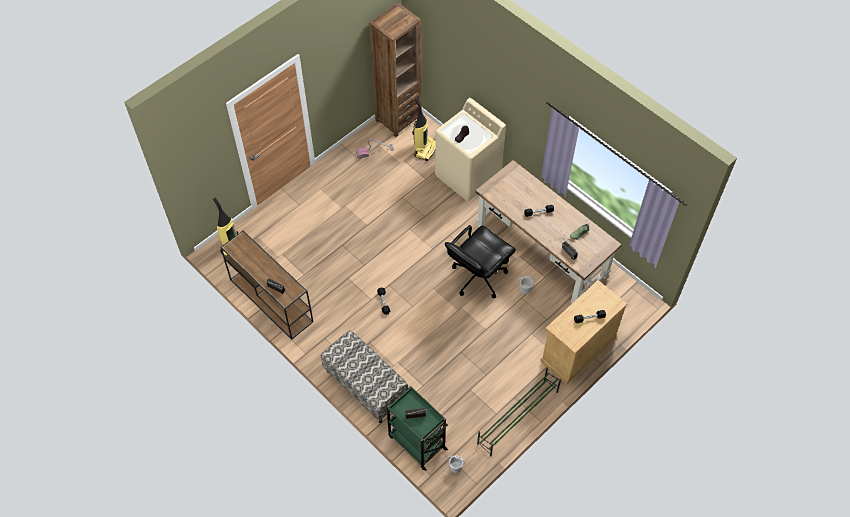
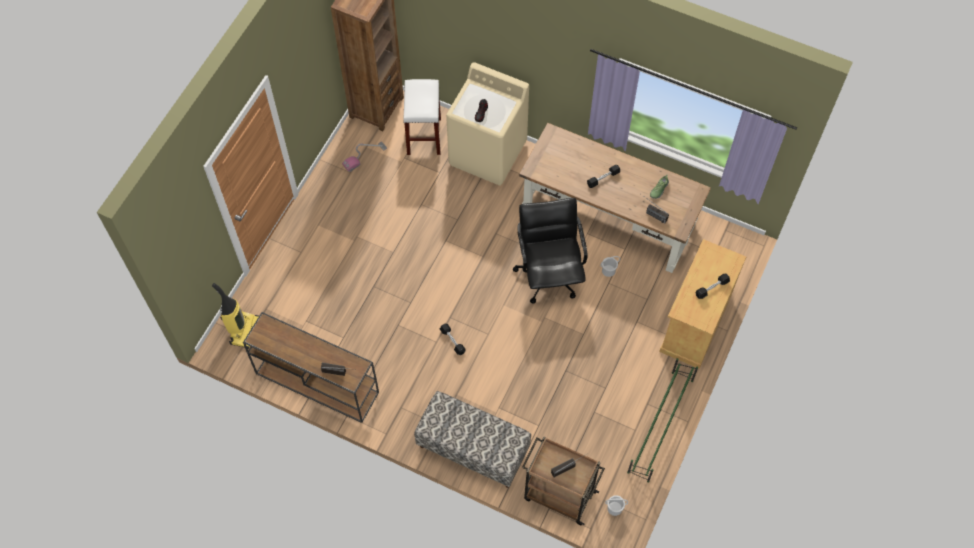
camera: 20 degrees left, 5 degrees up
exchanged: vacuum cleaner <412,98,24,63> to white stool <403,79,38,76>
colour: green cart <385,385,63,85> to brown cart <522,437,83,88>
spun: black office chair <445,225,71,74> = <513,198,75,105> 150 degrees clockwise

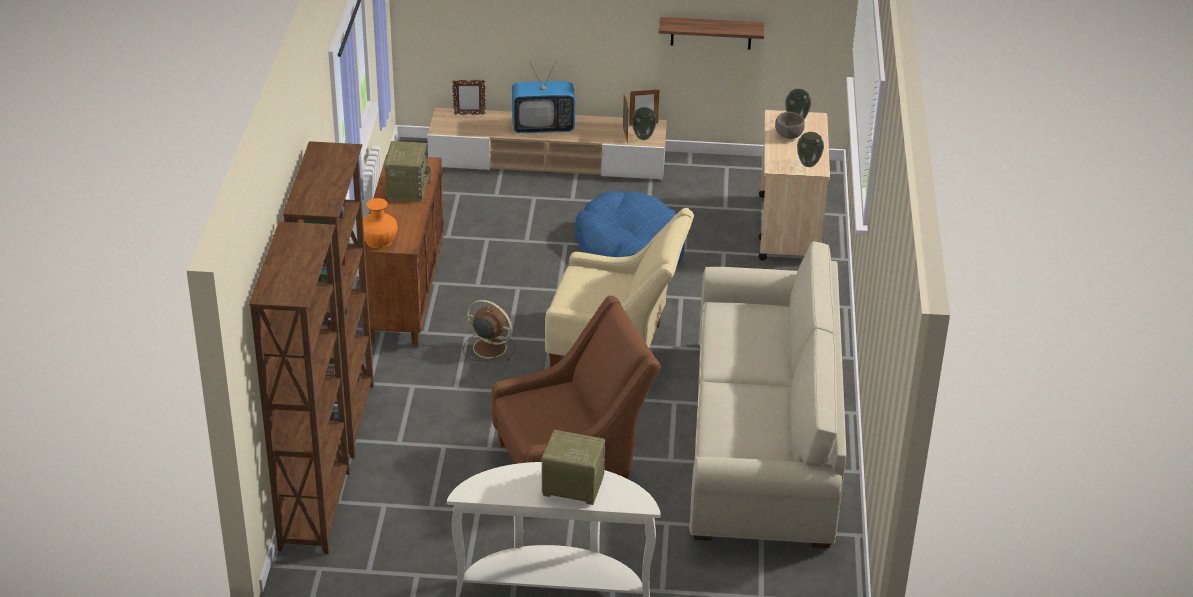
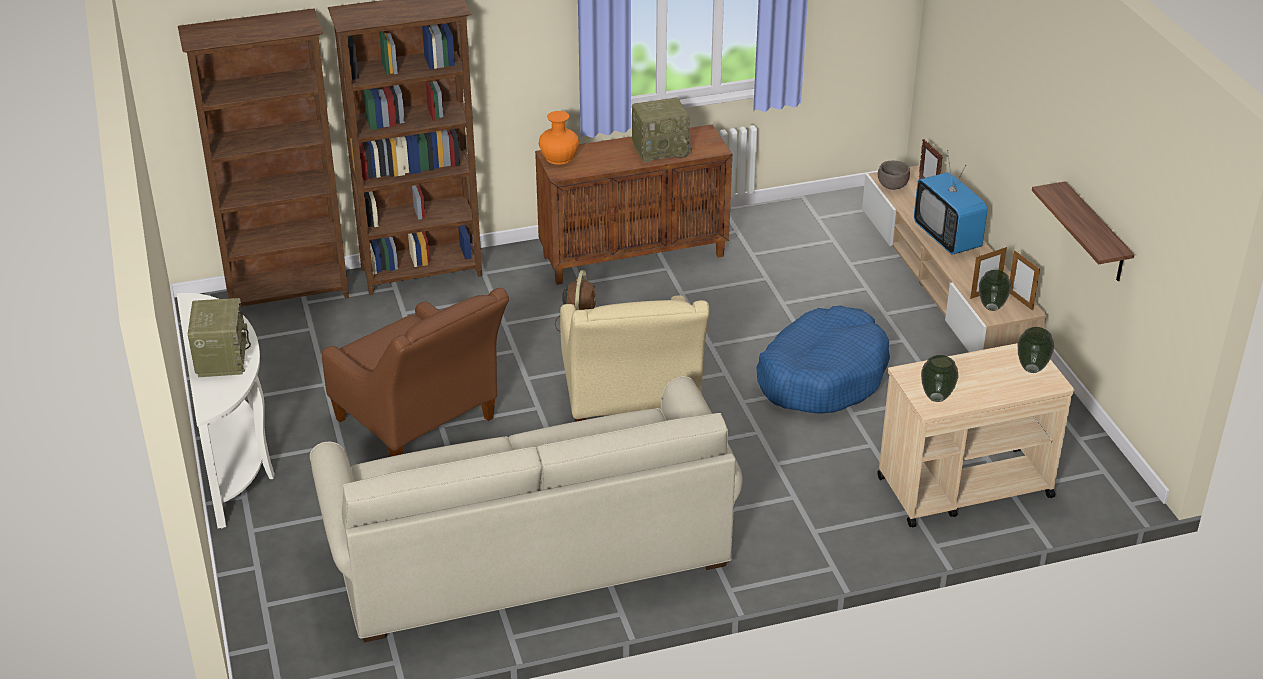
camera: 70 degrees right, 0 degrees up
relocated: brown bowl <775,112,30,27> to <878,161,32,29>

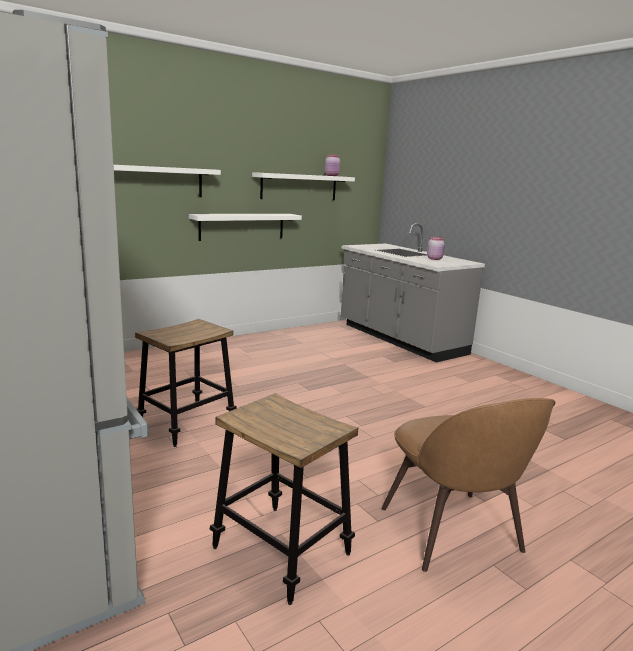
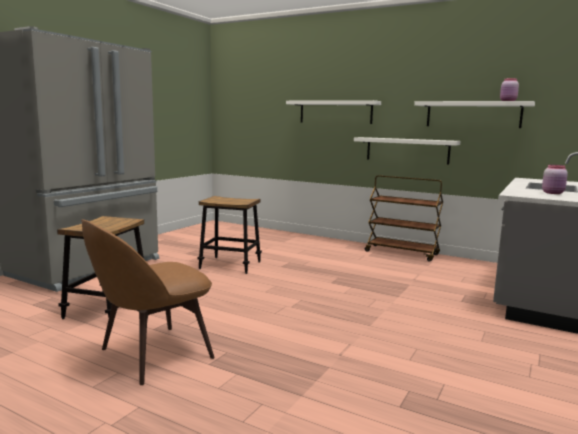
camera: 65 degrees right, 5 degrees down
appeared: brown cart <365,175,78,87>

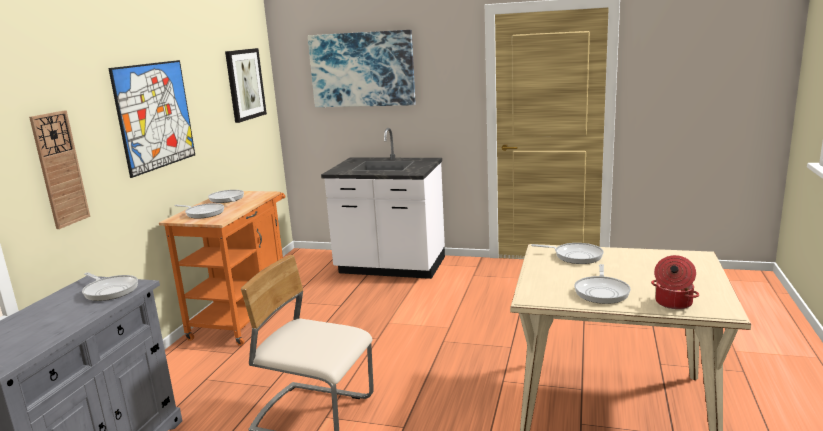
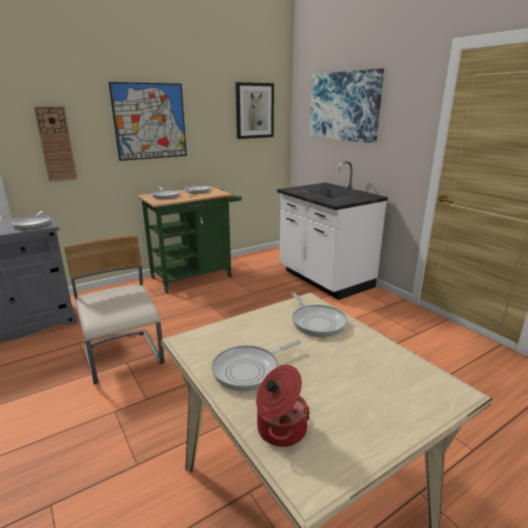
camera: 40 degrees right, 5 degrees up
colour: orange cart <159,191,126,155> to green cart <137,186,105,107>

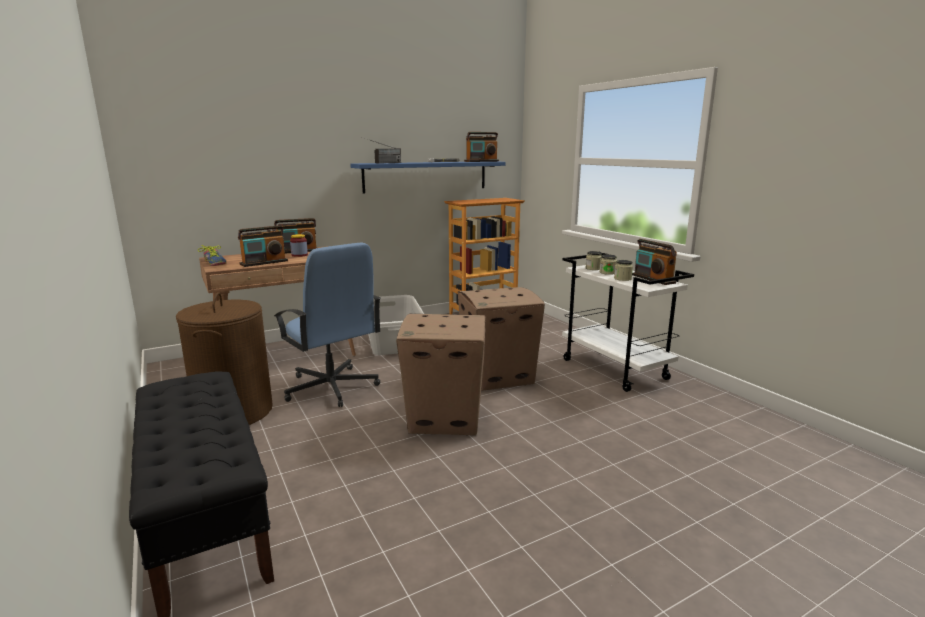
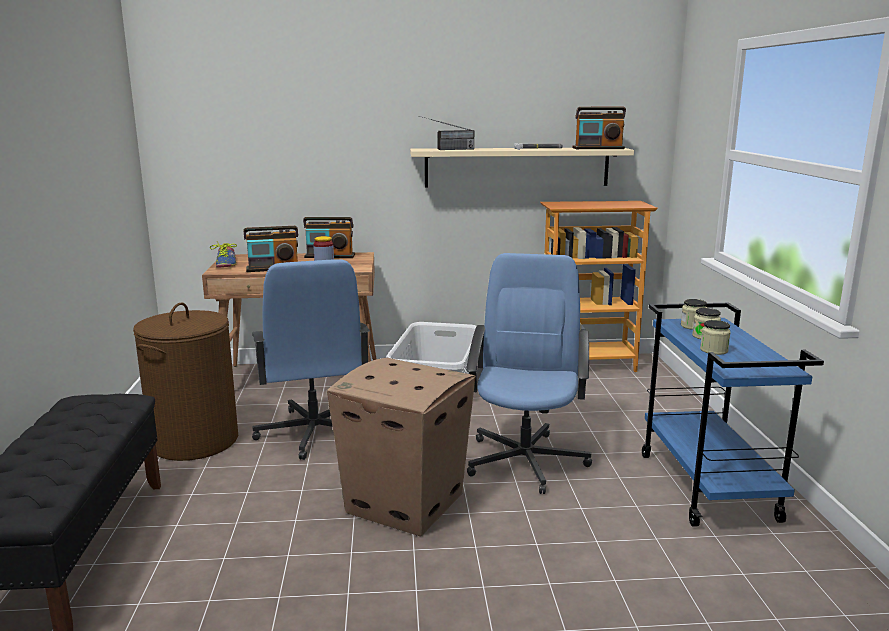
camera: 25 degrees right, 0 degrees up
missing: radio <632,239,45,46>
exchanged: cardboard box <458,287,87,104> to blue office chair <466,253,126,241>
colour: blue shelf <350,162,156,31> to beige shelf <410,148,224,39>; white cart <562,253,132,139> to blue cart <642,303,182,224>

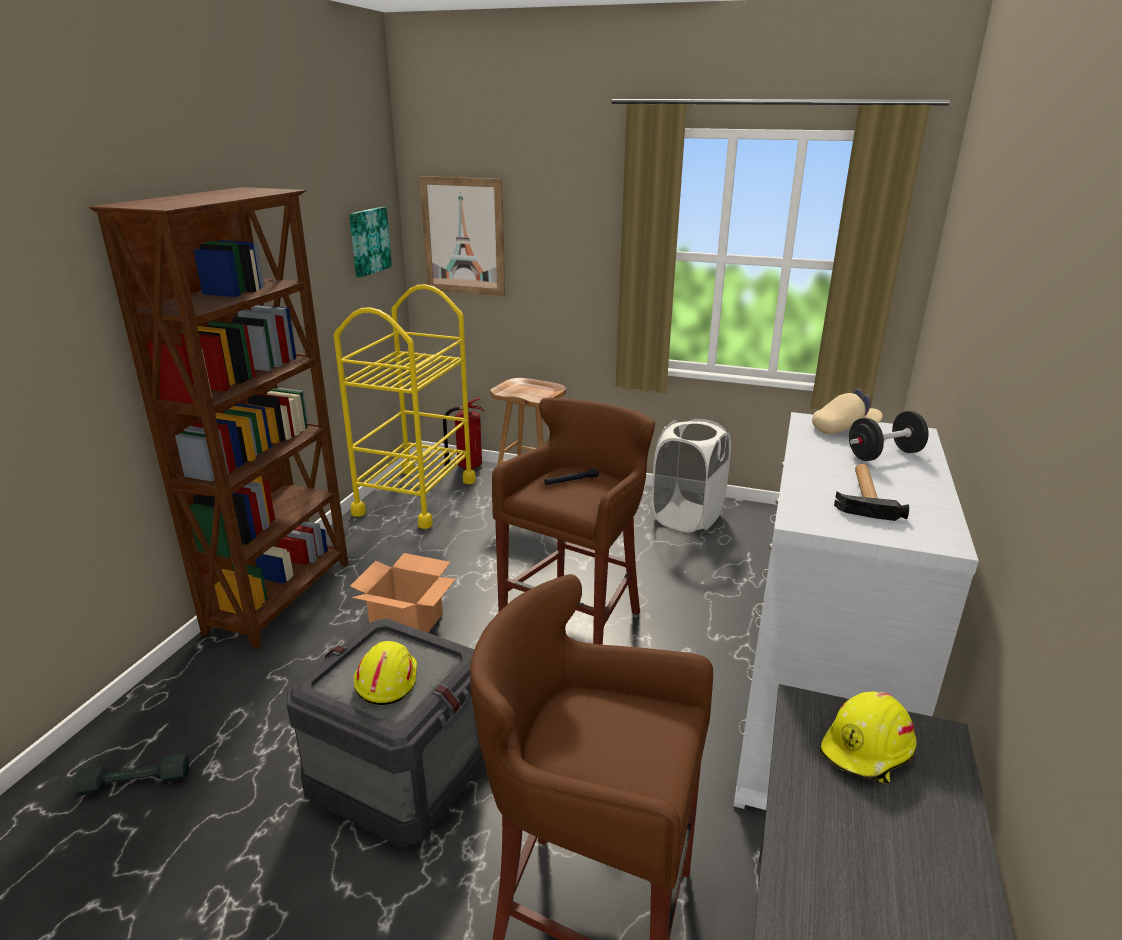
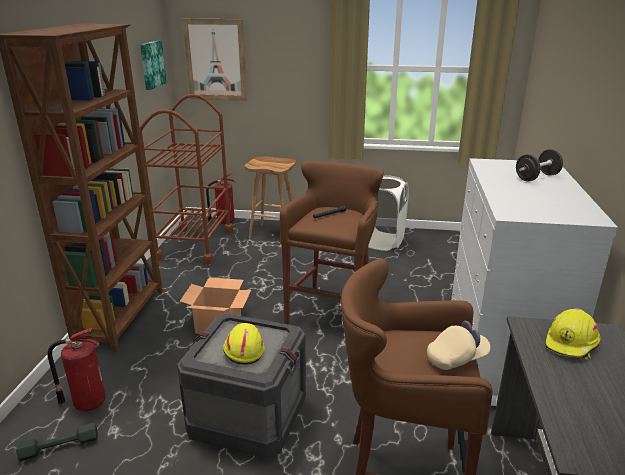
camera: 10 degrees left, 0 degrees up
missing: hammer <834,464,75,57>
appeared: fire extinguisher <47,328,59,83>
relocated: beige cap <812,389,71,45> to <427,321,63,49>
colour: yellow cart <334,284,142,245> to brown cart <140,94,94,170>

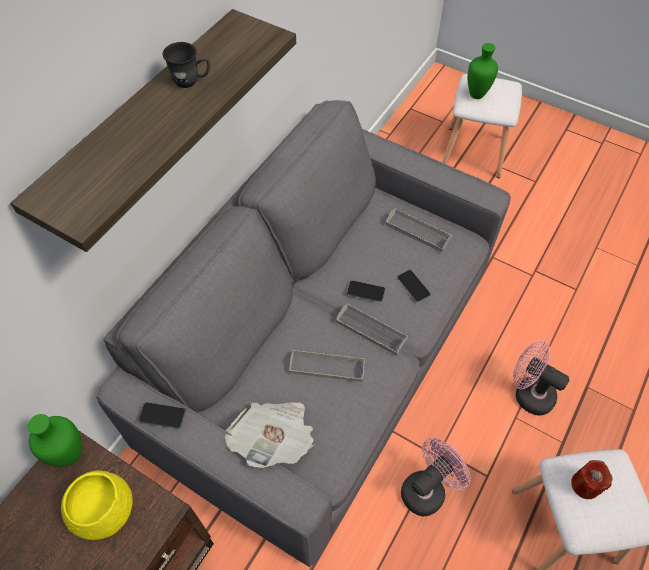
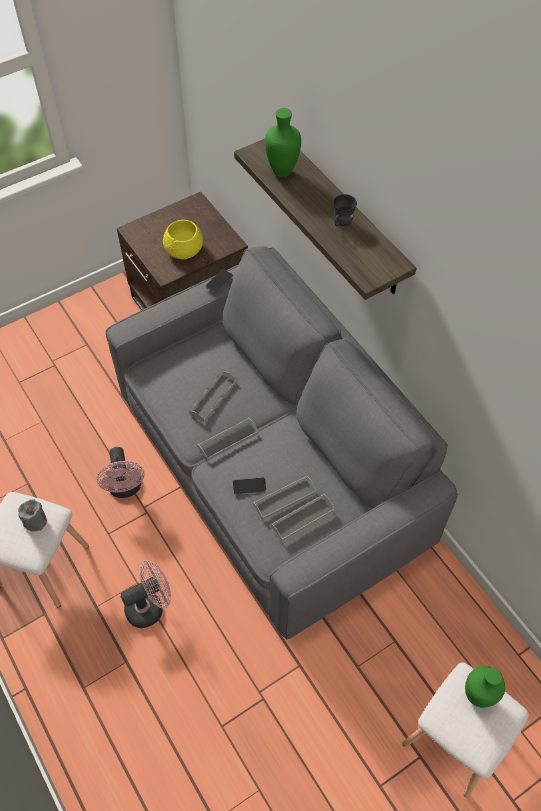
camera: 115 degrees right, 0 degrees up
missing: newspaper <225,402,89,66>; phone <347,280,38,22>
appeared: grey tray <253,476,64,44>
relocated: green vase <28,414,54,53> to <265,108,36,70>
colour: red candle <571,460,41,39> to grey candle <18,499,29,33>

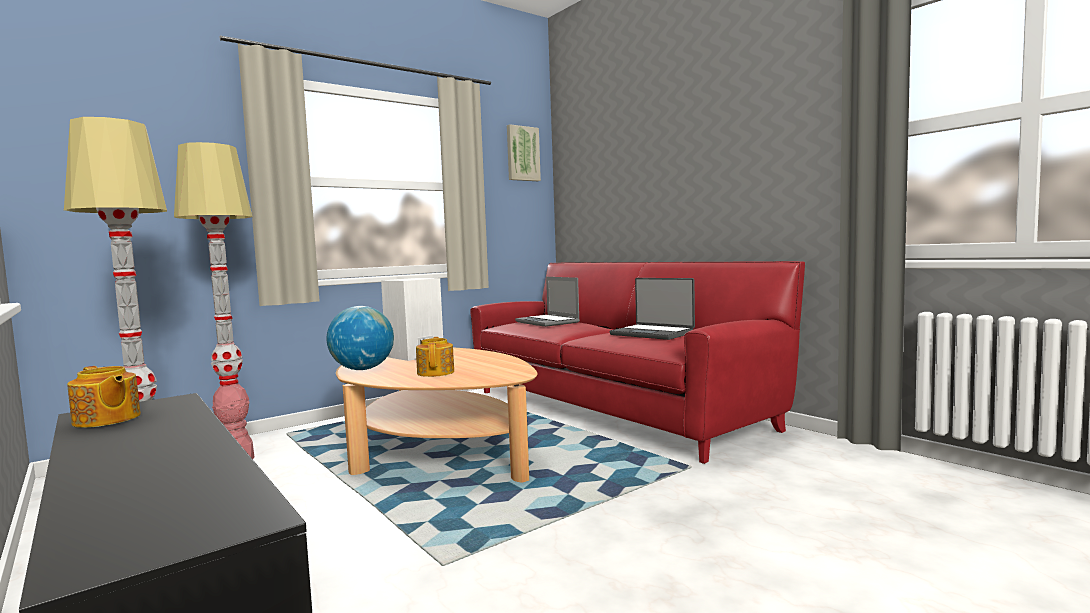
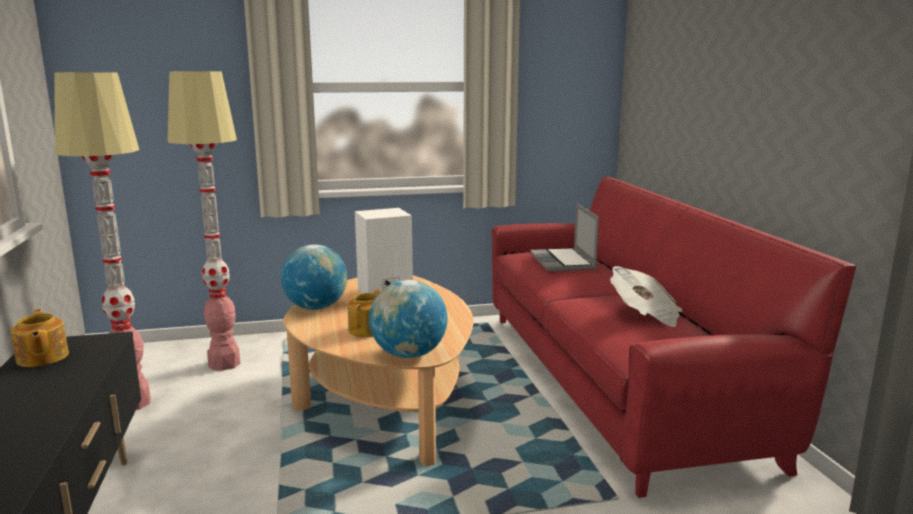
camera: 25 degrees right, 10 degrees up
missing: picture <507,124,34,57>
appeared: globe <369,280,79,78>
exchanged: laptop <610,278,85,62> to newspaper <610,266,72,61>

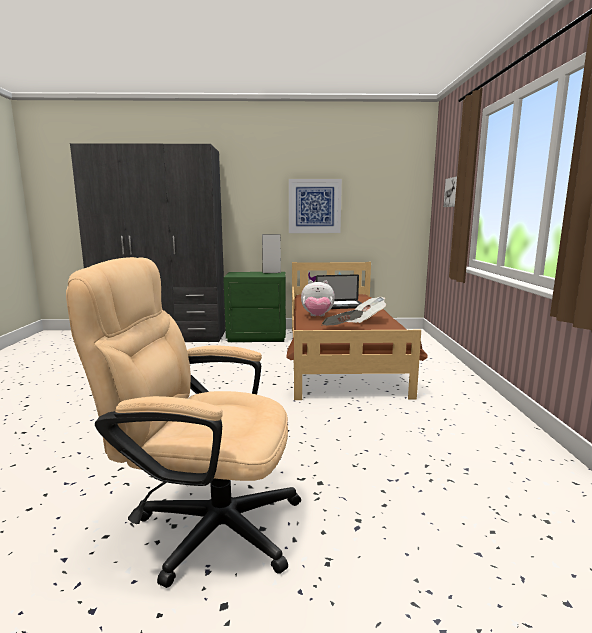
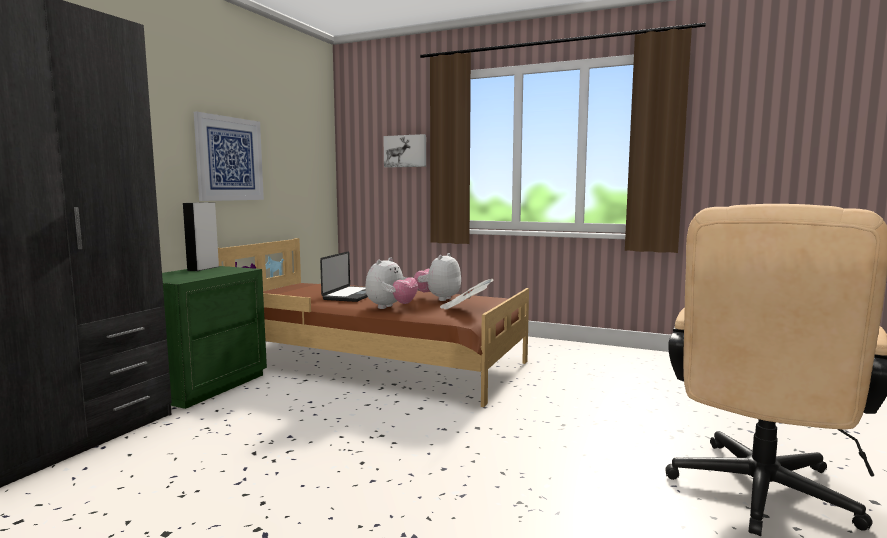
camera: 65 degrees left, 5 degrees down
exchanged: newspaper <347,297,39,26> to plush toy <414,253,47,48>

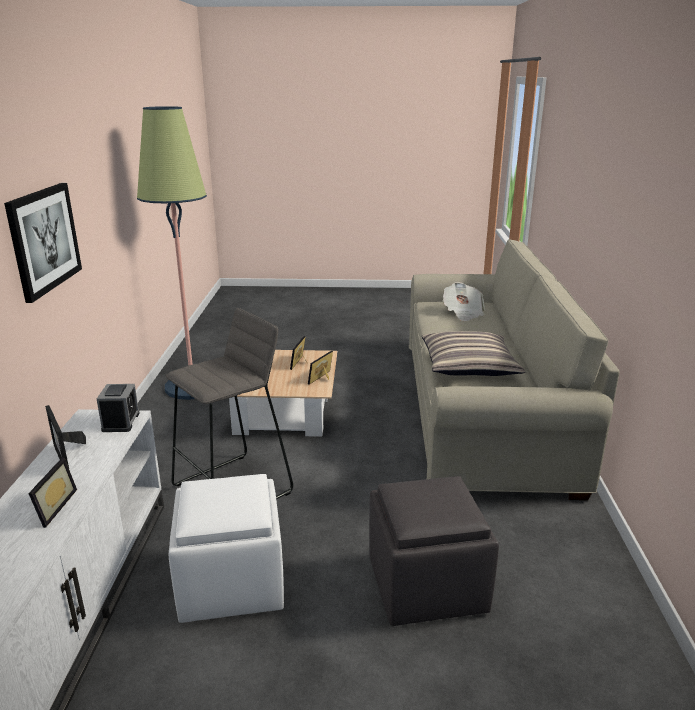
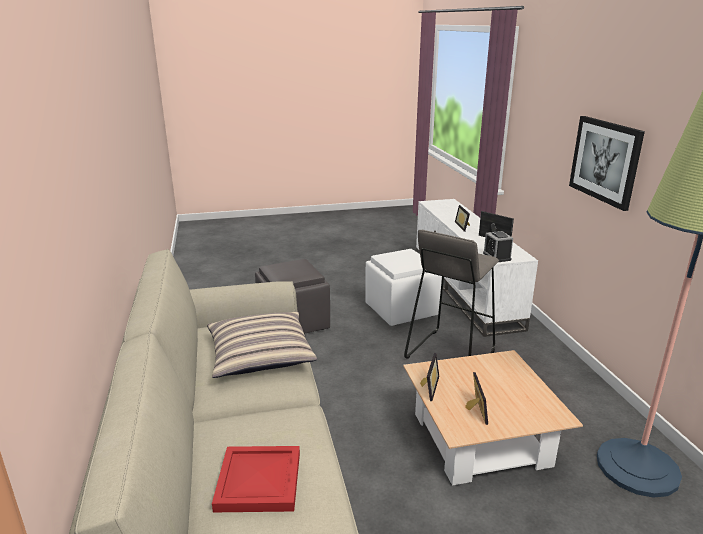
camera: 165 degrees right, 0 degrees up
exchanged: newspaper <443,282,42,39> to red tray <212,446,88,66>

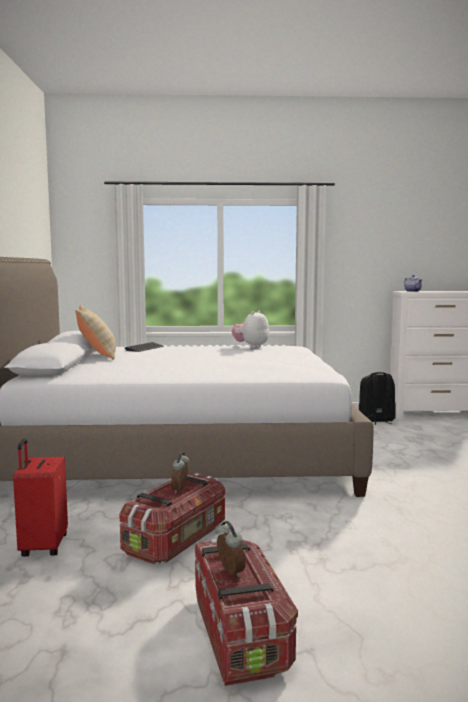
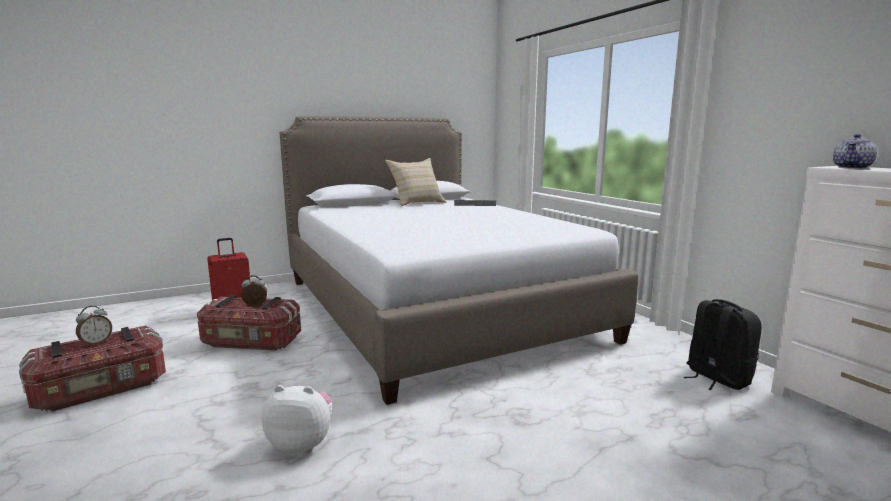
camera: 65 degrees right, 5 degrees up
relocated: plush toy <232,311,37,37> to <262,385,70,69>

